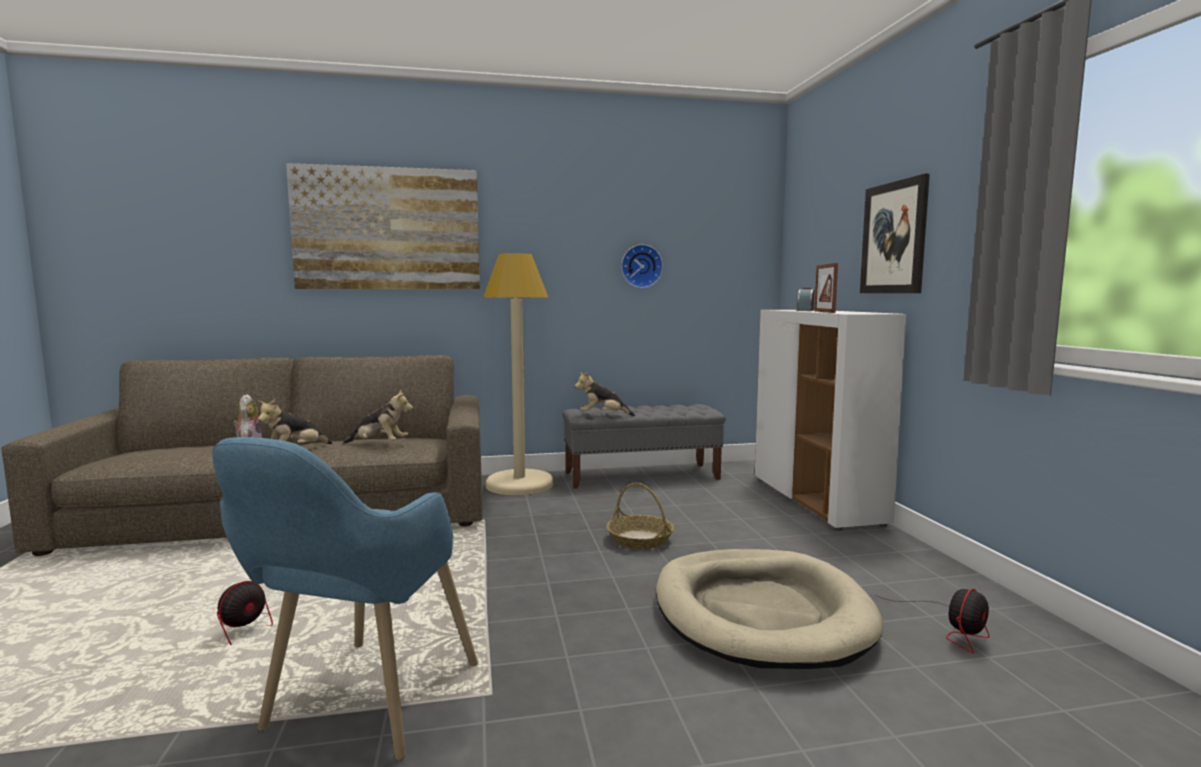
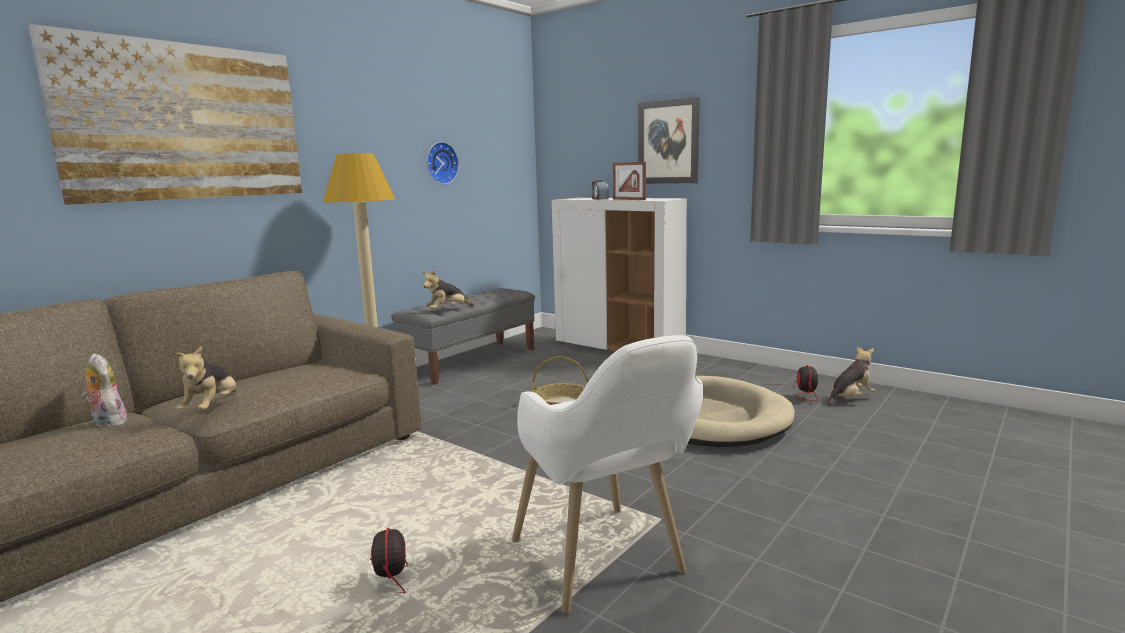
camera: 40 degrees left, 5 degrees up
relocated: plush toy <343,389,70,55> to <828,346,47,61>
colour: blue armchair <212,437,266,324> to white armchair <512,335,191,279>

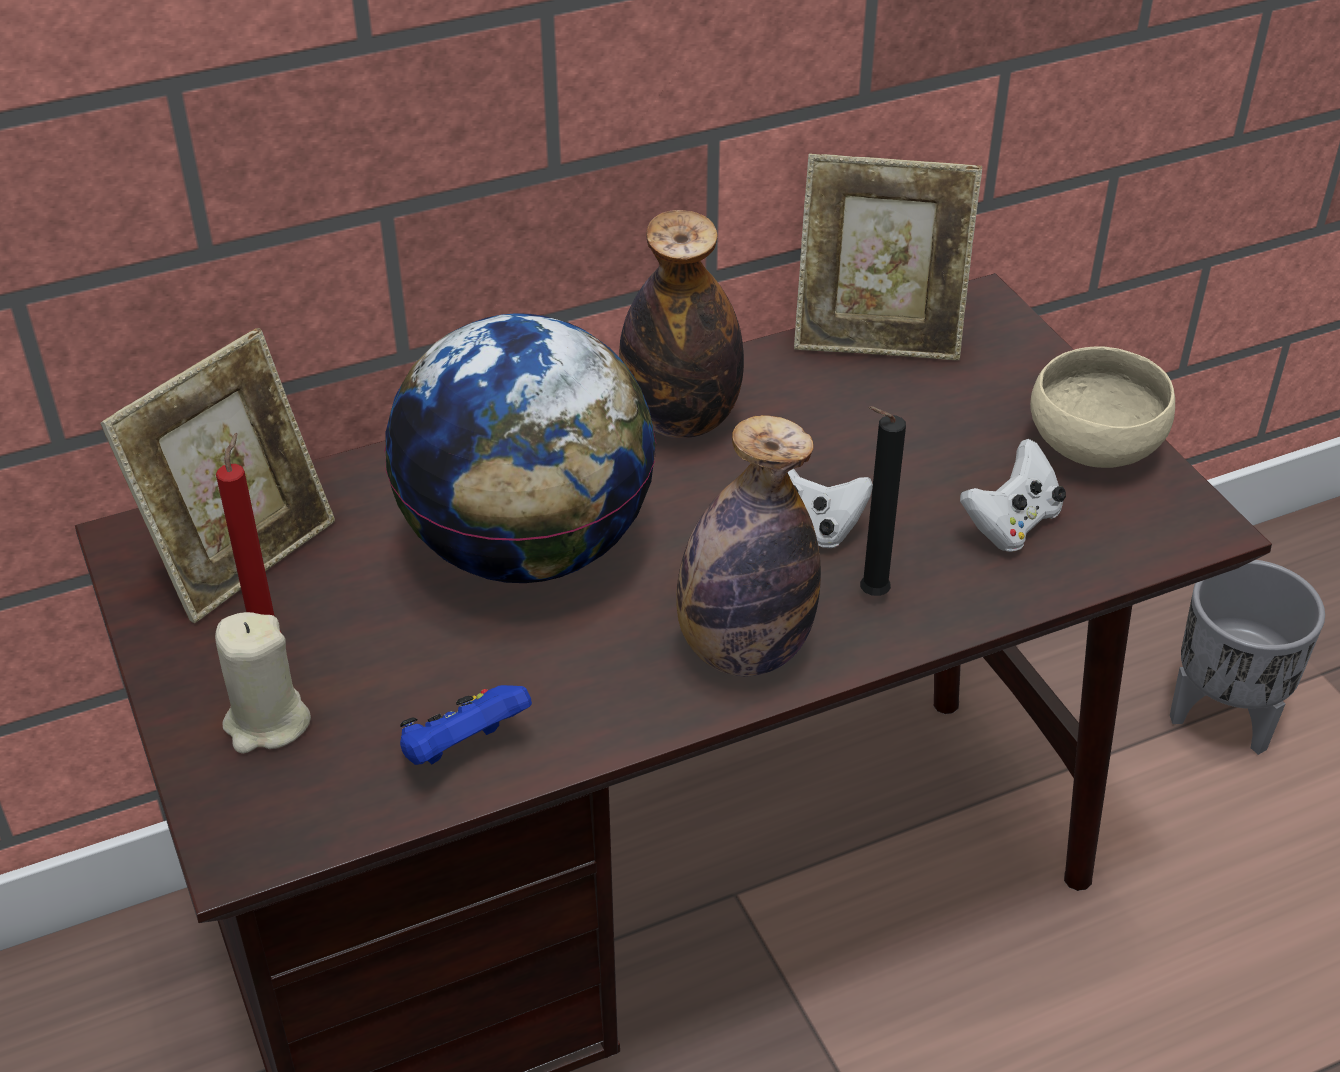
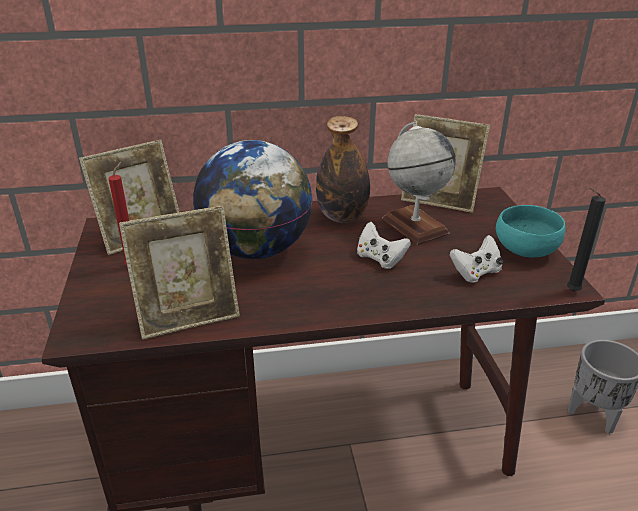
camera: 15 degrees right, 10 degrees down
missing: beige candle <215,612,96,142>; bottle <676,415,145,262>
appeared: globe <382,121,74,124>
relocated: black candle <860,406,46,190> to <567,187,39,105>
exchanged: blue game controller <400,685,132,80> to picture frame <119,206,121,134>
colour: beige bowl <1030,346,145,122> to turquoise bowl <496,205,69,53>

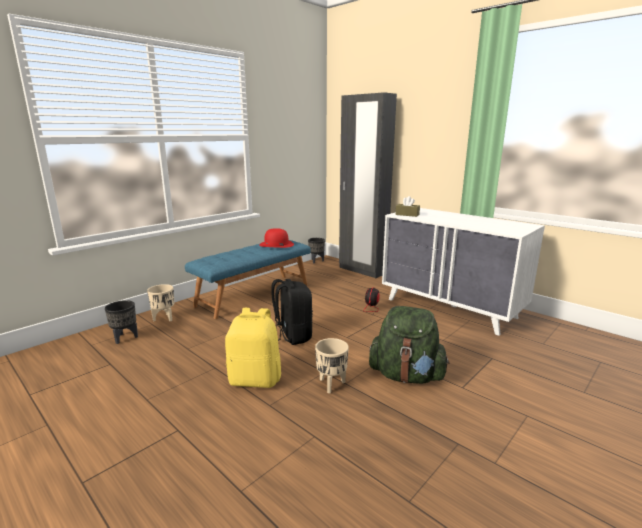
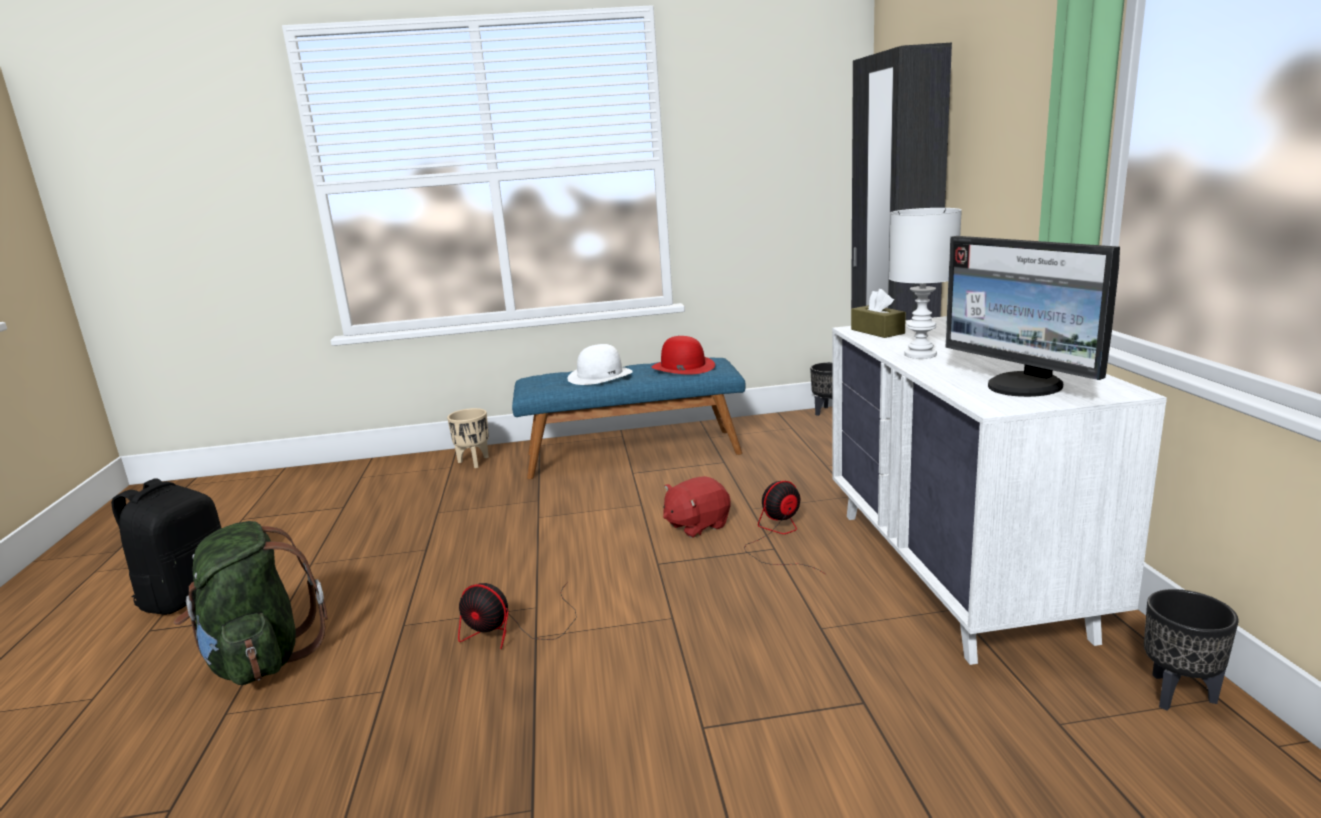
camera: 40 degrees right, 0 degrees up
missing: yellow backpack <225,308,56,80>
appeared: white hat <568,344,65,41>; red plush toy <663,476,68,62>; white table lamp <889,208,73,151>; monitor <945,236,175,161>
relocated: black planter <105,300,33,44> to <1144,589,94,122>; black backpack <271,279,42,66> to <111,479,110,136>; green backpack <369,306,81,78> to <174,521,154,164>
exchanged: beige planter <315,338,34,55> to fan <458,582,119,67>

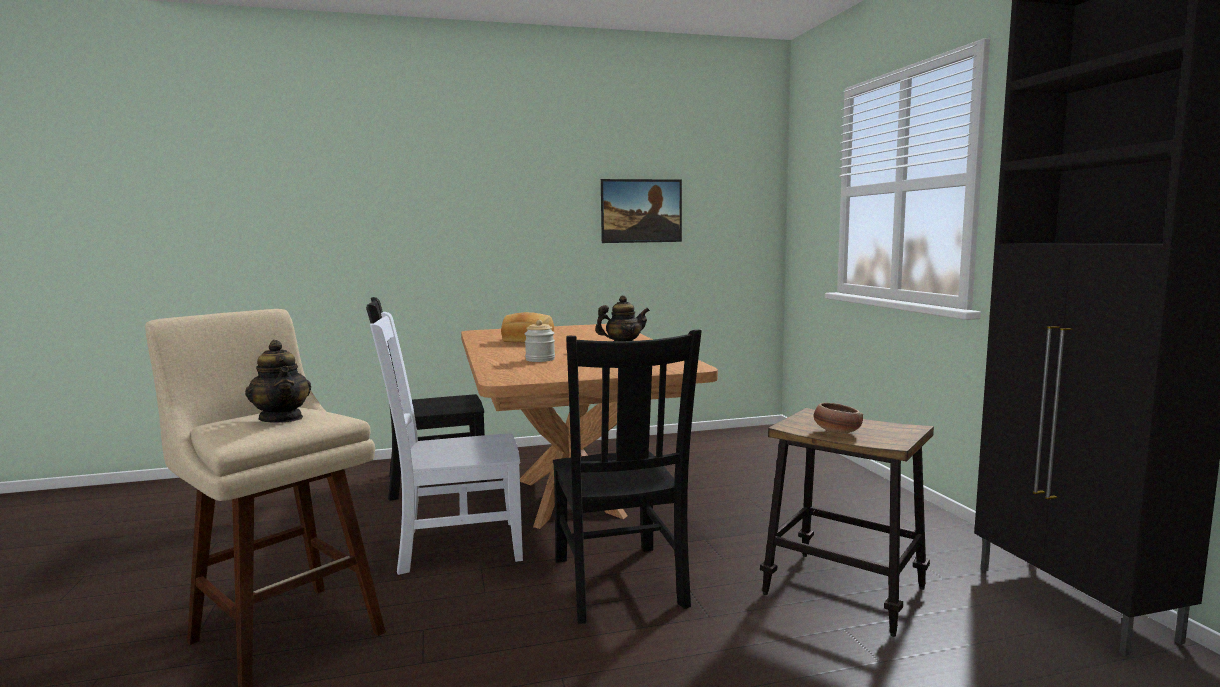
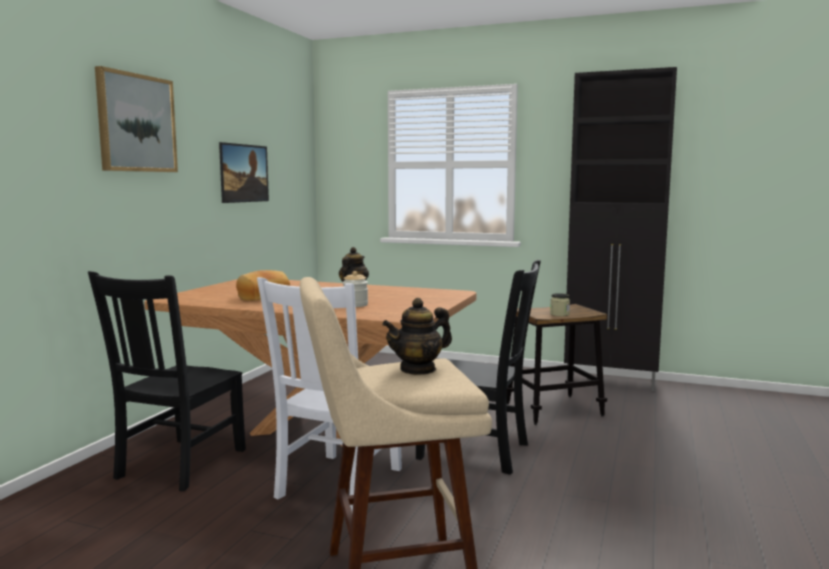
camera: 55 degrees left, 0 degrees up
appeared: picture <95,66,83,106>
exchanged: bowl <814,403,49,31> to jar <550,293,20,23>
spun: teapot <245,340,66,83> = <383,298,69,77> 150 degrees clockwise

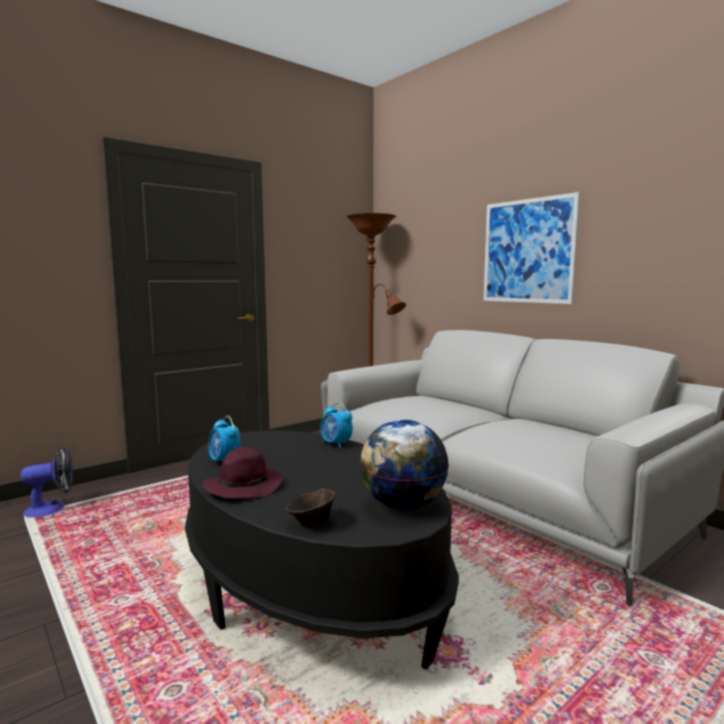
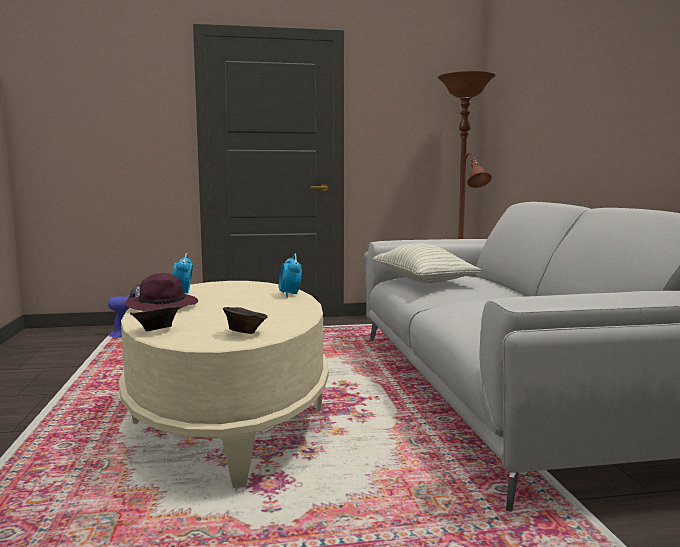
camera: 30 degrees right, 0 degrees up
missing: picture <483,192,97,112>
appeared: pillow <373,243,108,40>
exchanged: globe <360,419,89,90> to brown bowl <223,307,44,27>
colour: black coffee table <185,430,274,240> to beige coffee table <119,281,210,207>

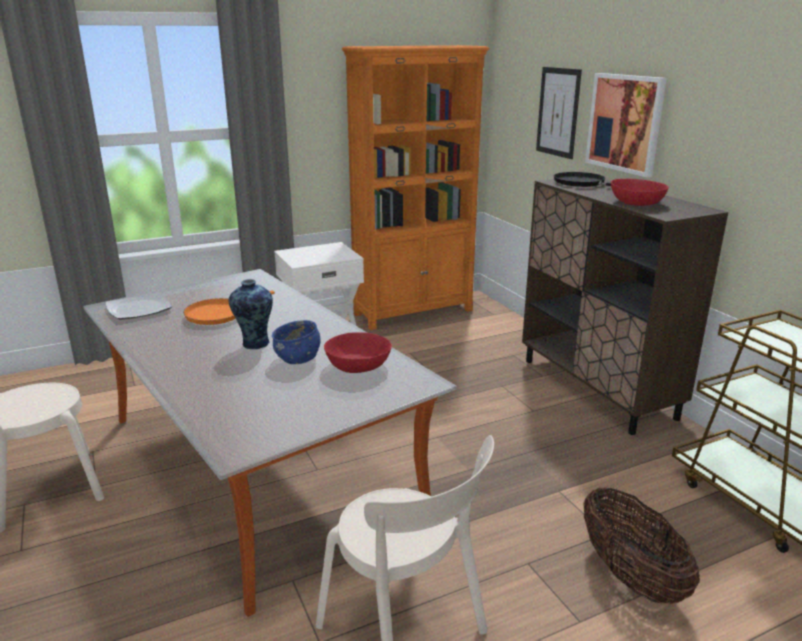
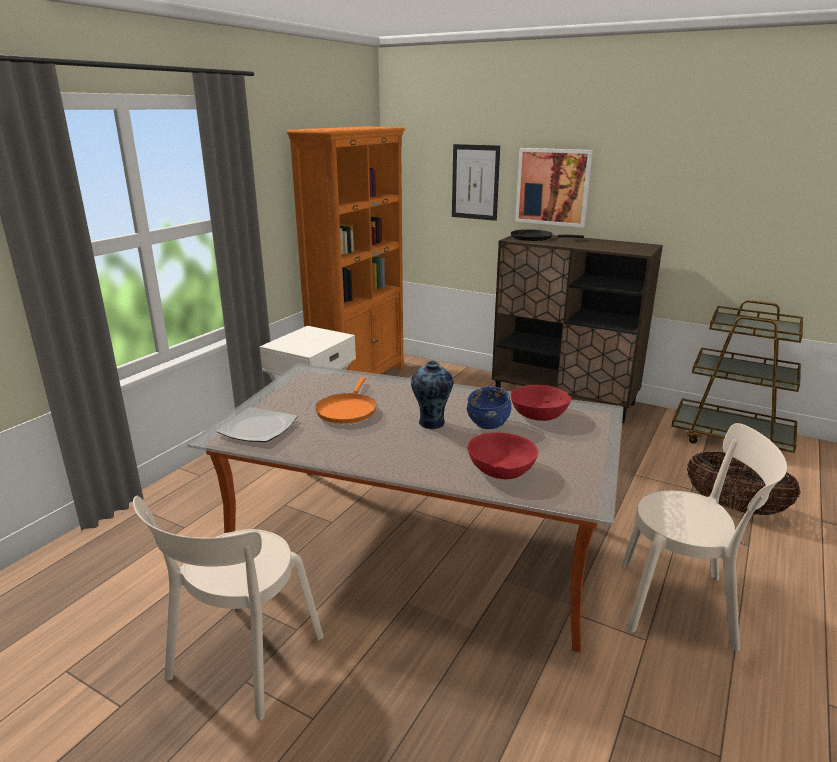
camera: 35 degrees left, 0 degrees up
relocated: red bowl <611,179,58,27> to <468,432,70,47>

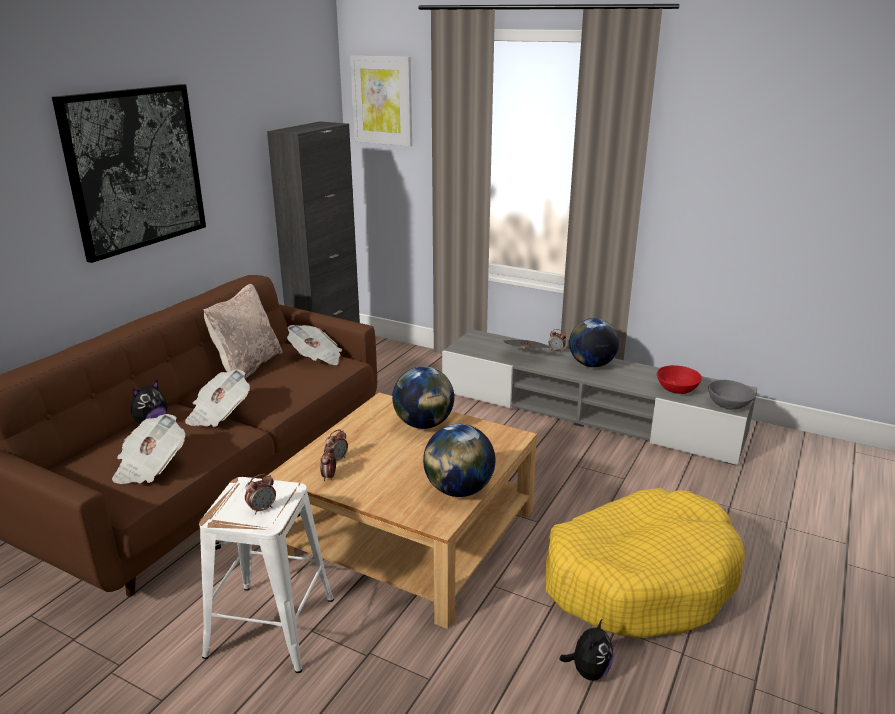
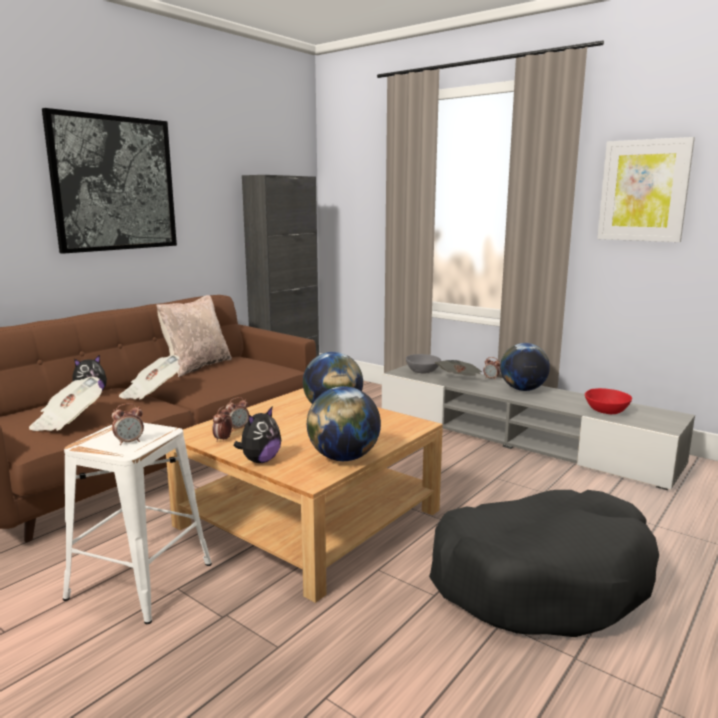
camera: 10 degrees right, 10 degrees down
missing: newspaper <287,325,55,40>
relocated: picture <350,55,62,92> to <597,137,98,105>; plush toy <559,618,54,63> to <234,406,47,57>; grey bowl <708,380,48,30> to <406,354,35,19>
colour: yellow dog bed <546,488,199,150> to black dog bed <429,490,230,147>

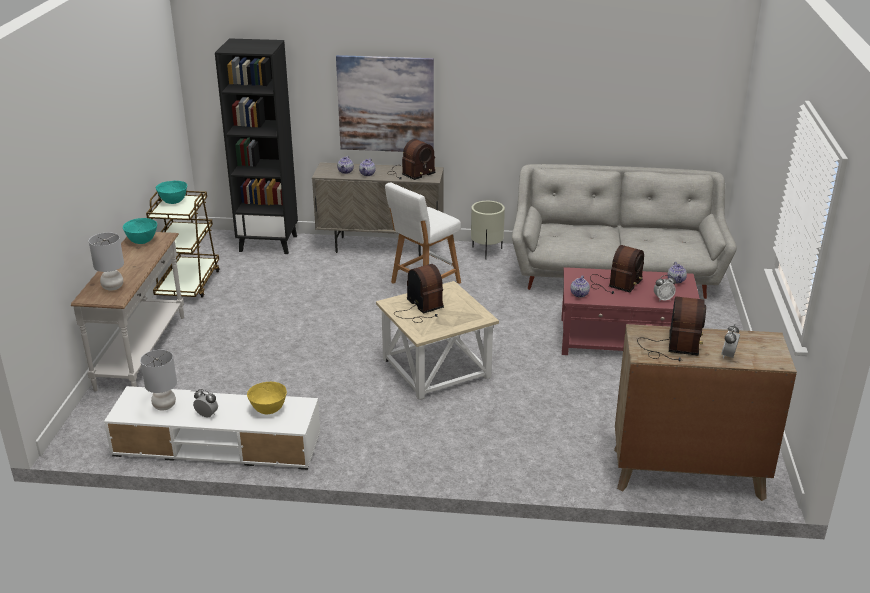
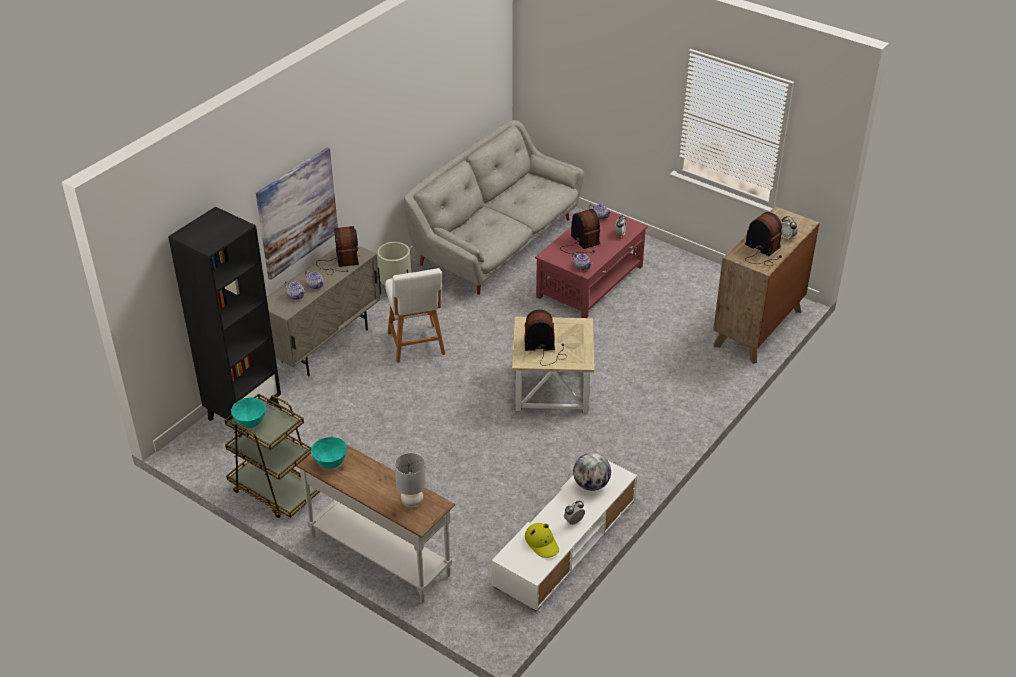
camera: 60 degrees left, 10 degrees up
exchanged: grey table lamp <140,349,37,61> to yellow hat <525,523,34,35>; yellow bowl <247,382,40,32> to globe <573,453,38,38>

